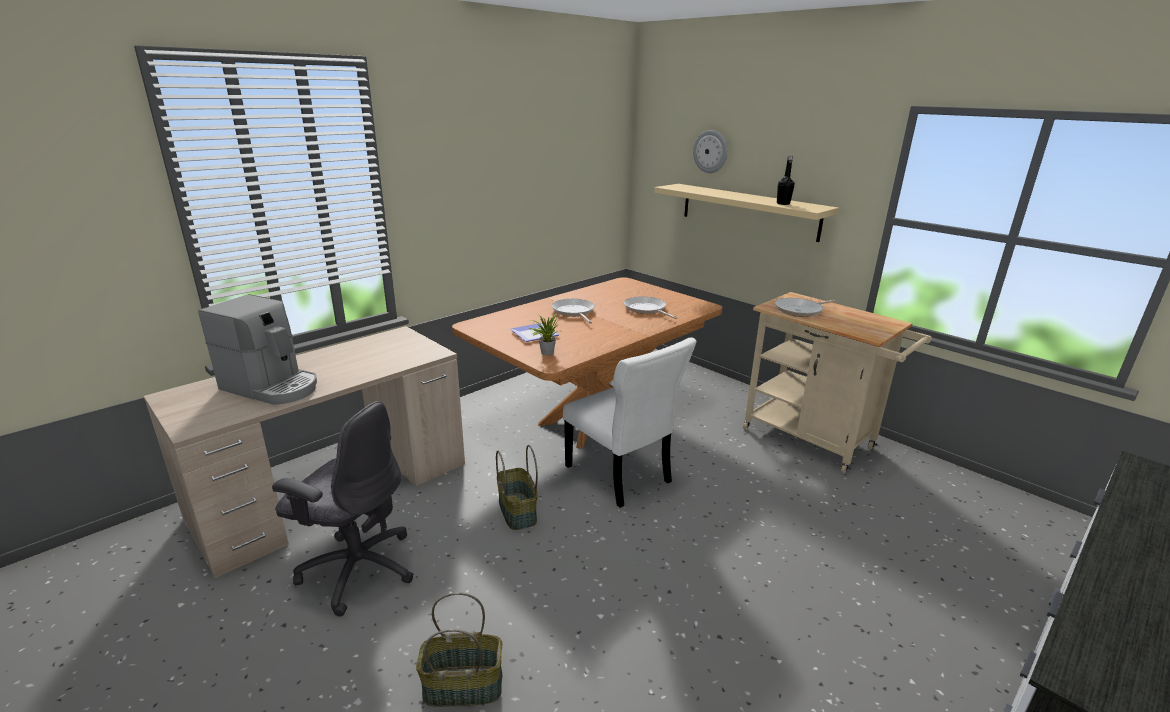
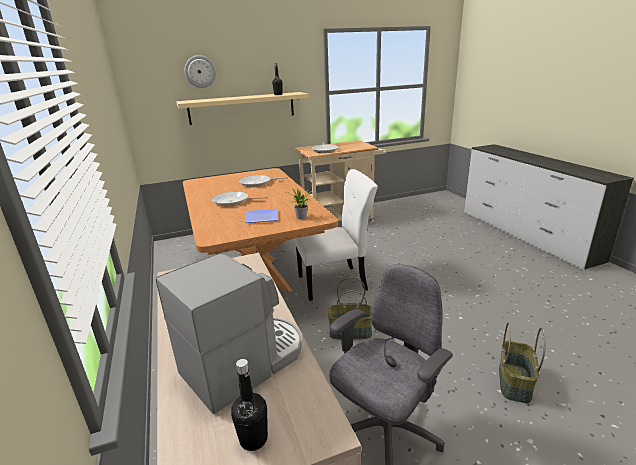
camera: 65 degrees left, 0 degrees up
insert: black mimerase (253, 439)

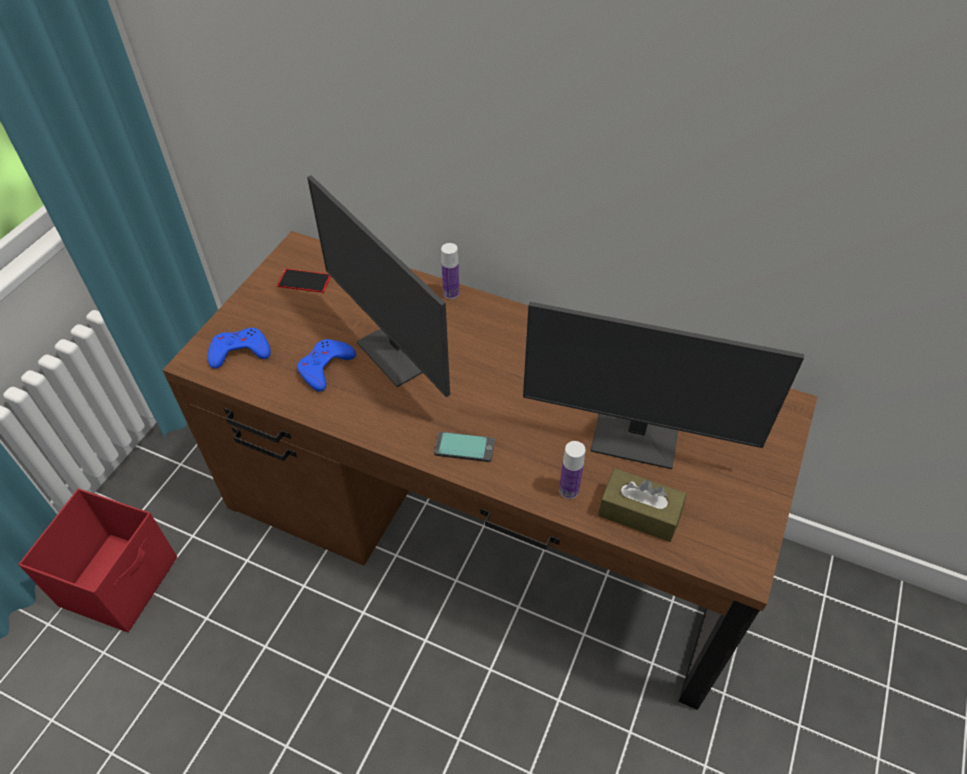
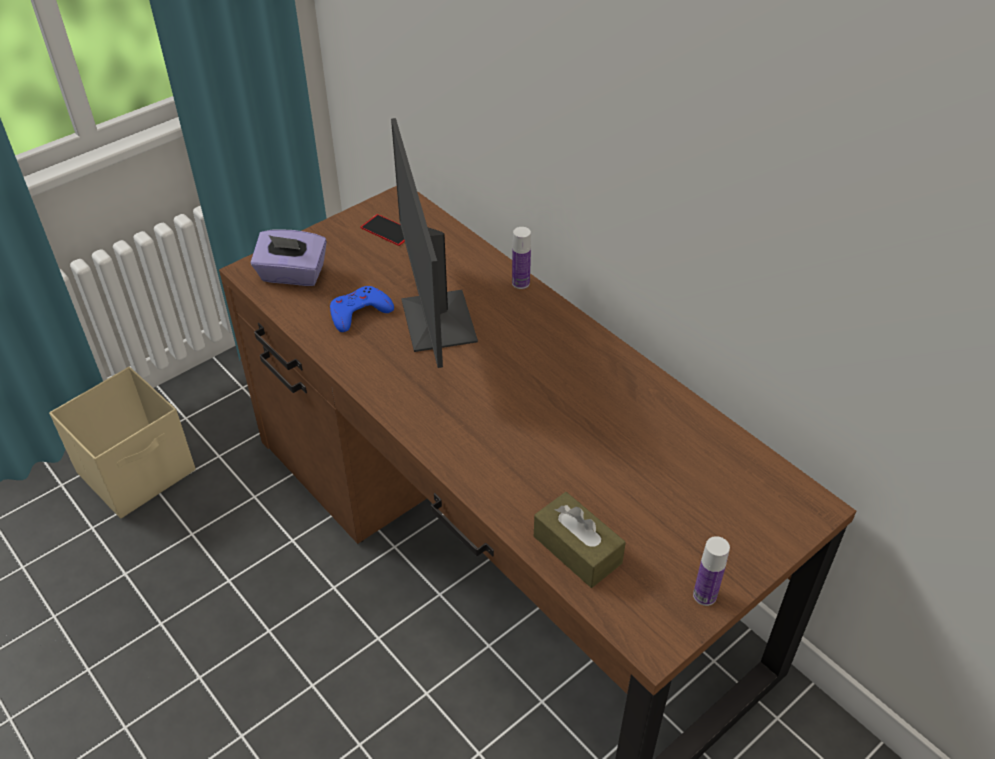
camera: 25 degrees right, 5 degrees down
delete: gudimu (464, 447); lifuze (635, 437)
move: mimerase (569, 490) to (704, 595)
replace: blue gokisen (239, 352) to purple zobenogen (292, 275)
recolor: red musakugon (121, 581) to beige musakugon (138, 472)

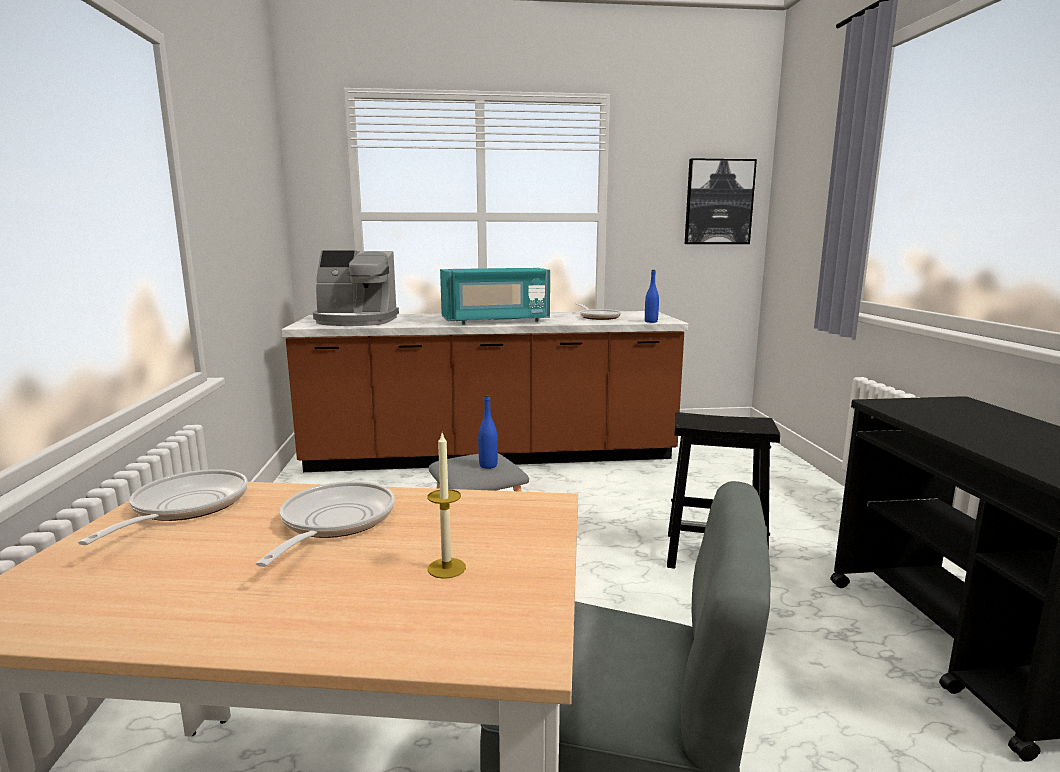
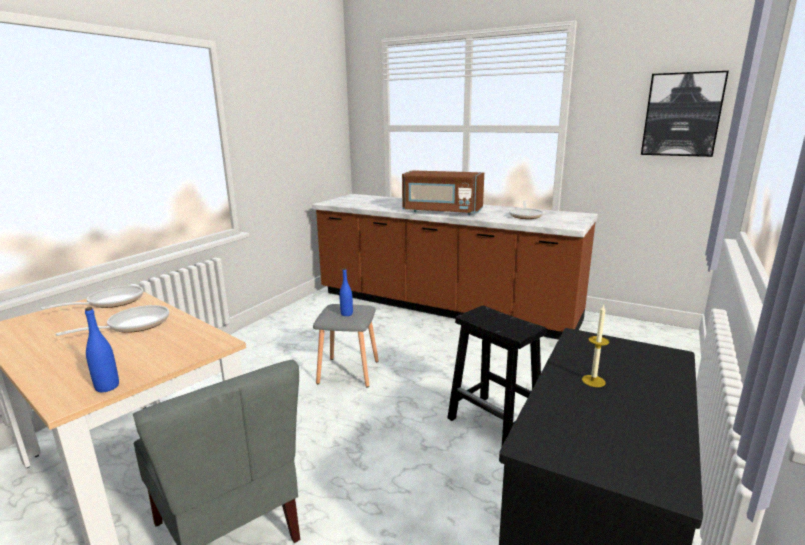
camera: 35 degrees right, 5 degrees up
delete: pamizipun (356, 321)
move: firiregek (446, 568) to (593, 381); blue mimerase (651, 321) to (107, 387)
recolor: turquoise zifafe (496, 321) to brown zifafe (442, 211)

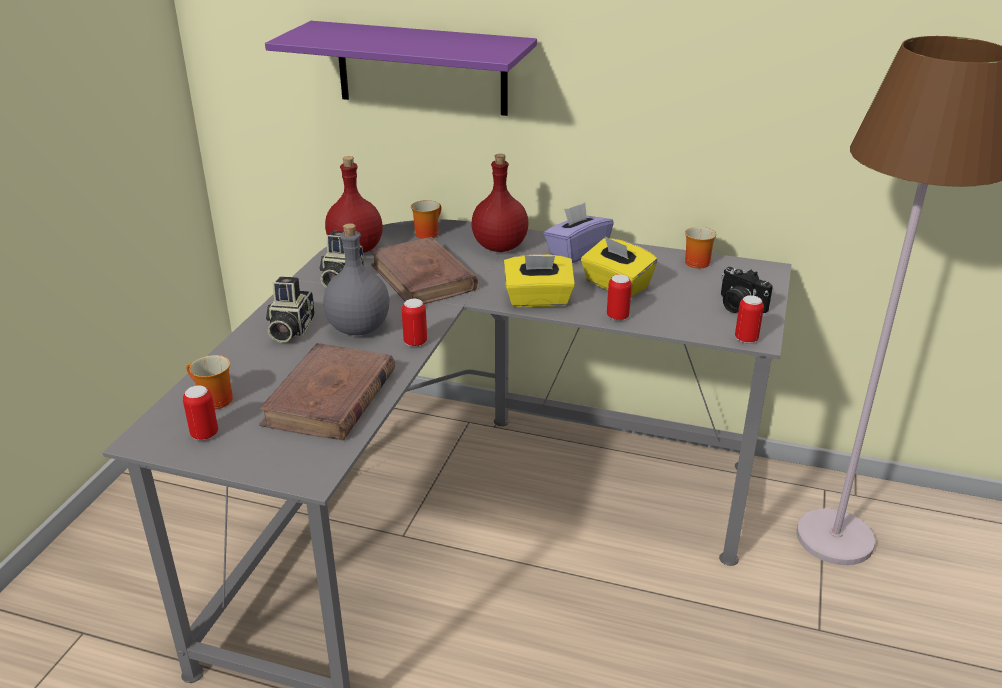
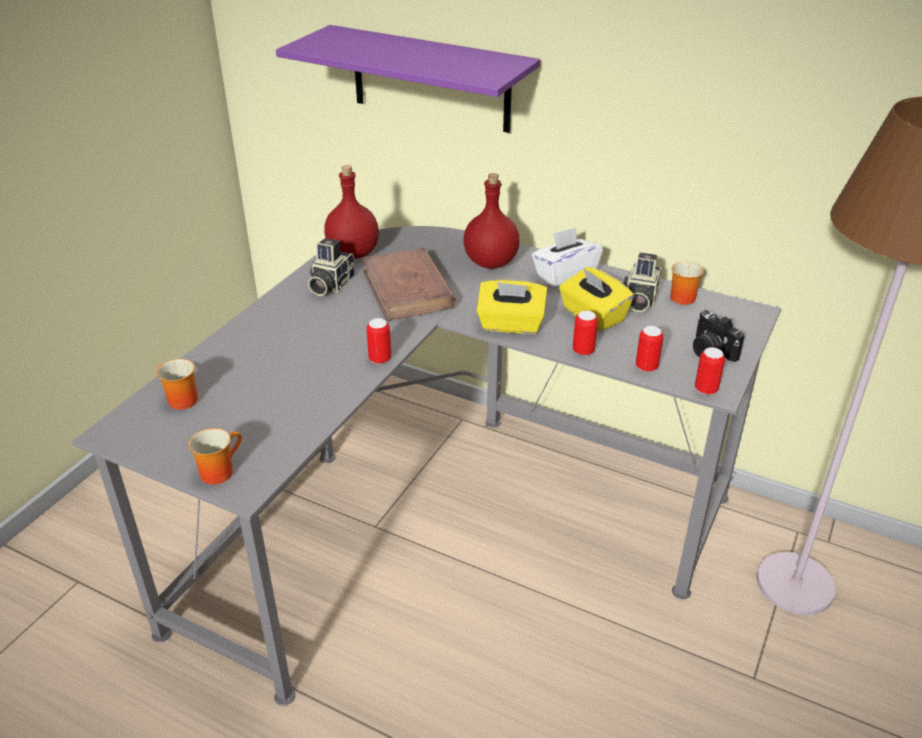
camera: 10 degrees right, 5 degrees up
delete: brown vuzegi (330, 398); grey mimerase (358, 328)
move: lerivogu (204, 434) to (646, 367); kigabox (289, 329) to (639, 300); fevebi (427, 233) to (218, 470)
recolor: purple zobenogen (577, 252) to white zobenogen (564, 275)

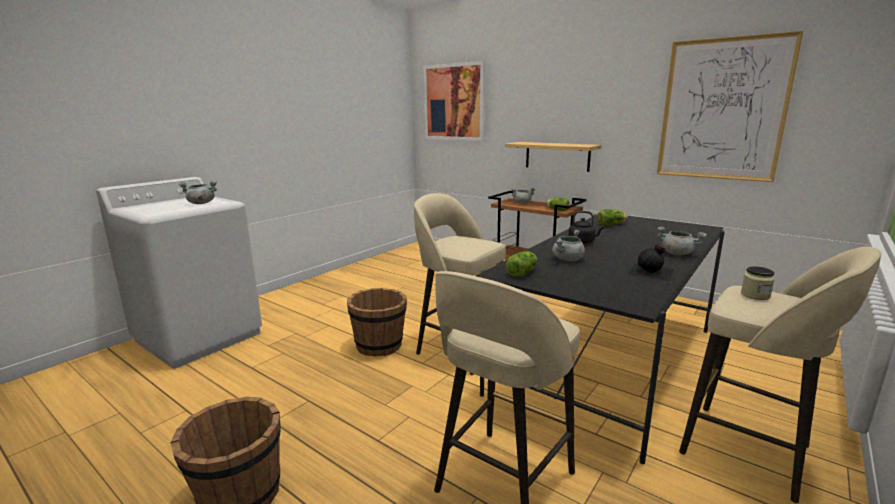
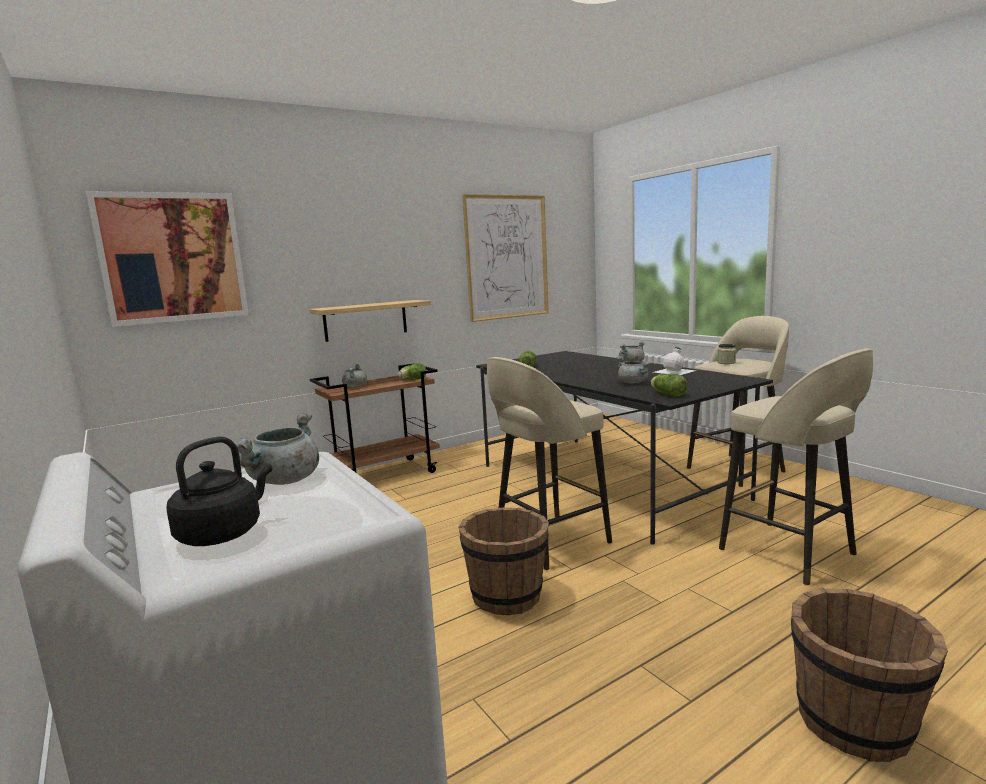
camera: 70 degrees left, 5 degrees down
move: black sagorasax (583, 242) to (224, 533)
recolor: black mimerase (651, 272) to white mimerase (675, 371)

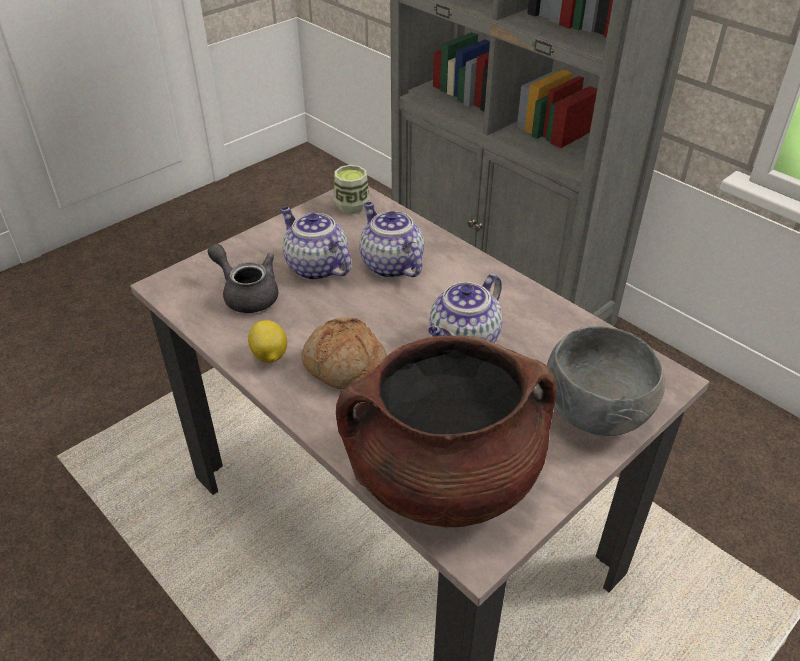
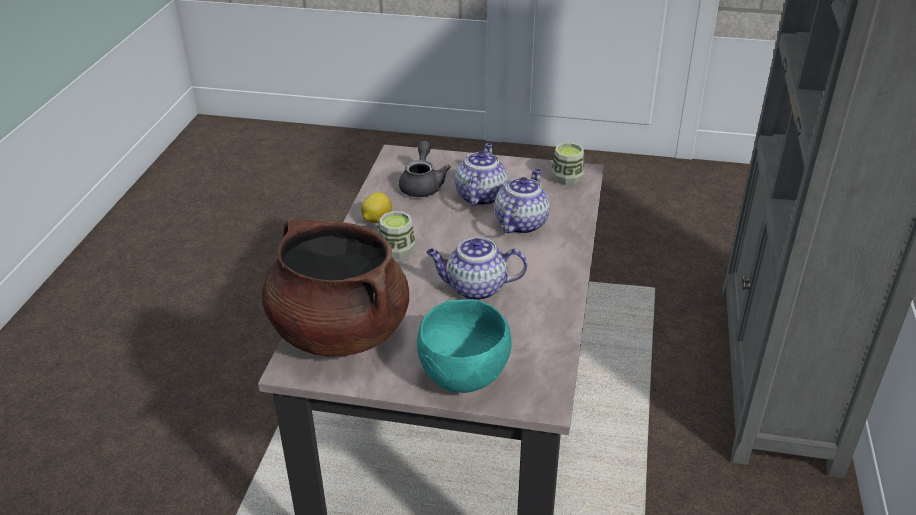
camera: 55 degrees right, 5 degrees down
replace: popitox (344, 366) to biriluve (397, 250)
recolor: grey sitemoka (594, 413) to turquoise sitemoka (464, 376)

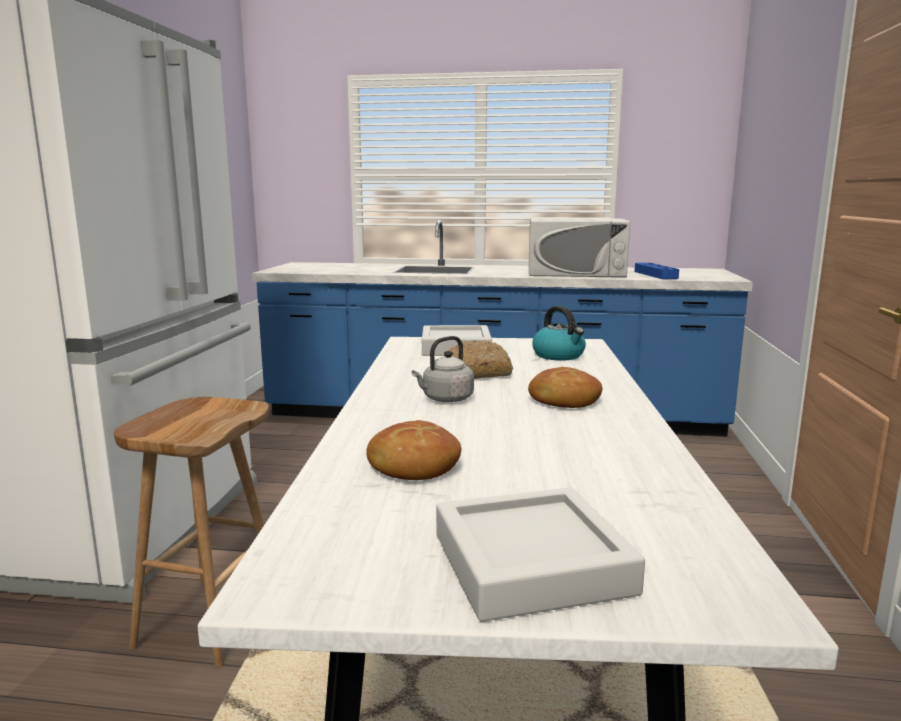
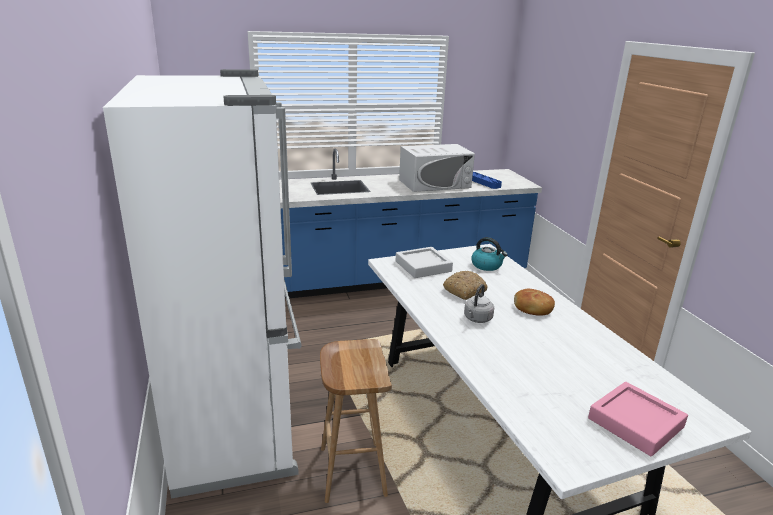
camera: 25 degrees left, 10 degrees up
delete: popitox (413, 466)
recolor: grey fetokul (531, 563) to pink fetokul (635, 423)

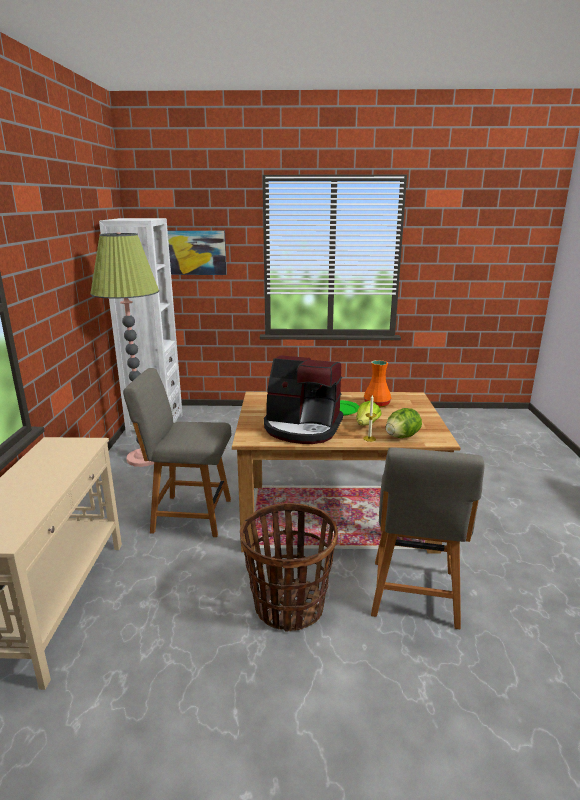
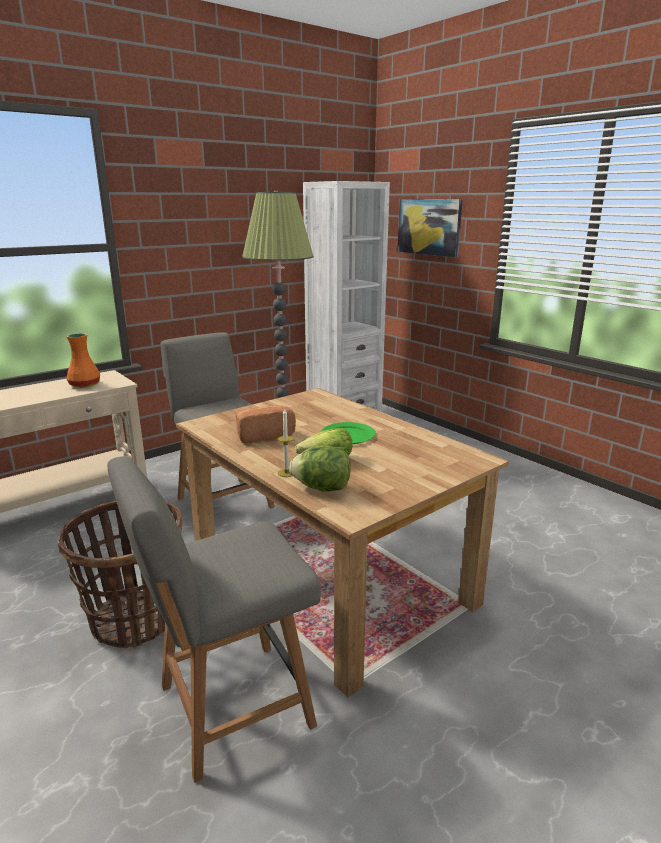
camera: 50 degrees right, 0 degrees up
move: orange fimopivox (376, 404) to (85, 385)
replace: pamizipun (302, 428) to popitox (264, 435)

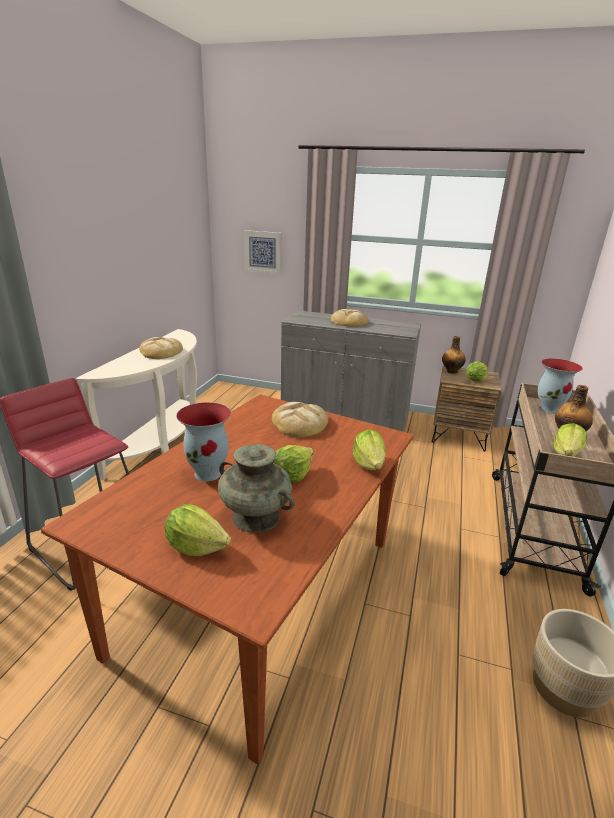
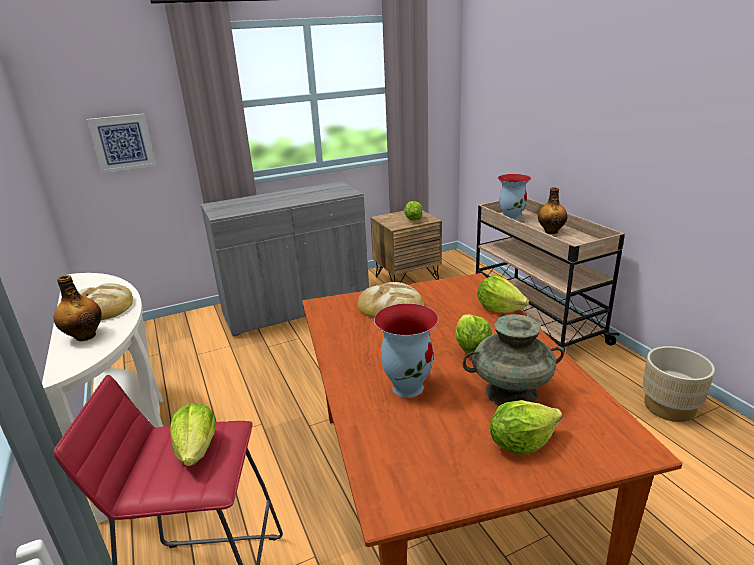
camera: 40 degrees left, 0 degrees up
delete: popitox (348, 321)
move: mimerase (451, 371) to (85, 336); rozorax (566, 453) to (197, 450)

